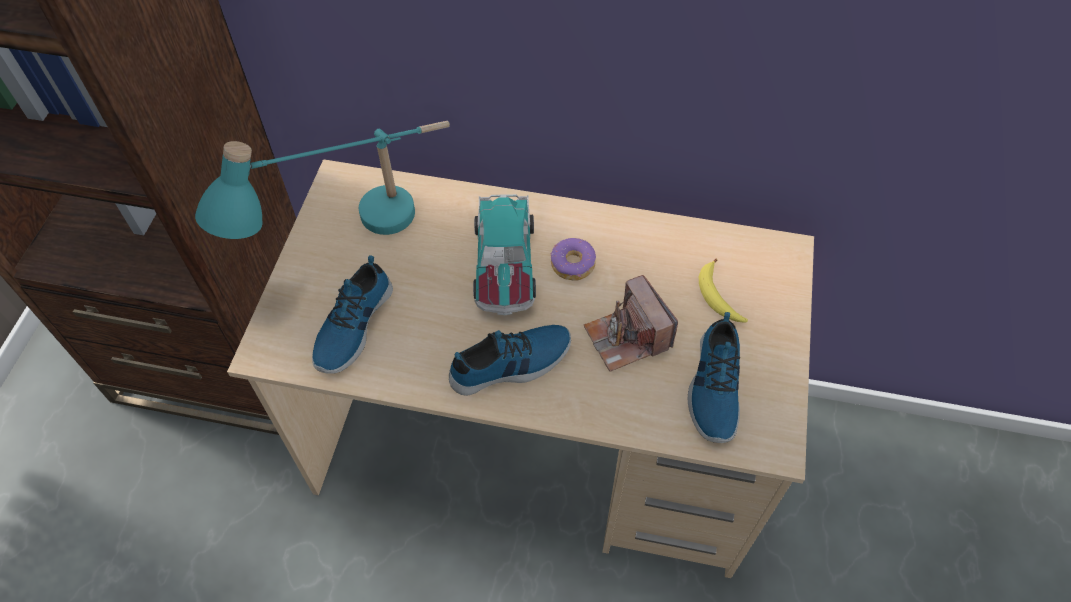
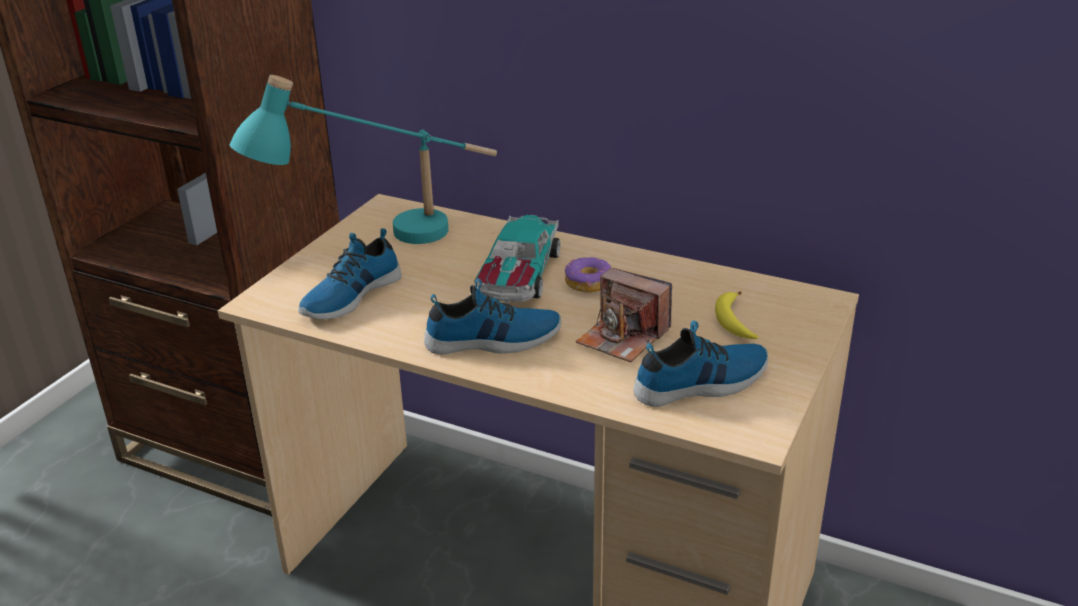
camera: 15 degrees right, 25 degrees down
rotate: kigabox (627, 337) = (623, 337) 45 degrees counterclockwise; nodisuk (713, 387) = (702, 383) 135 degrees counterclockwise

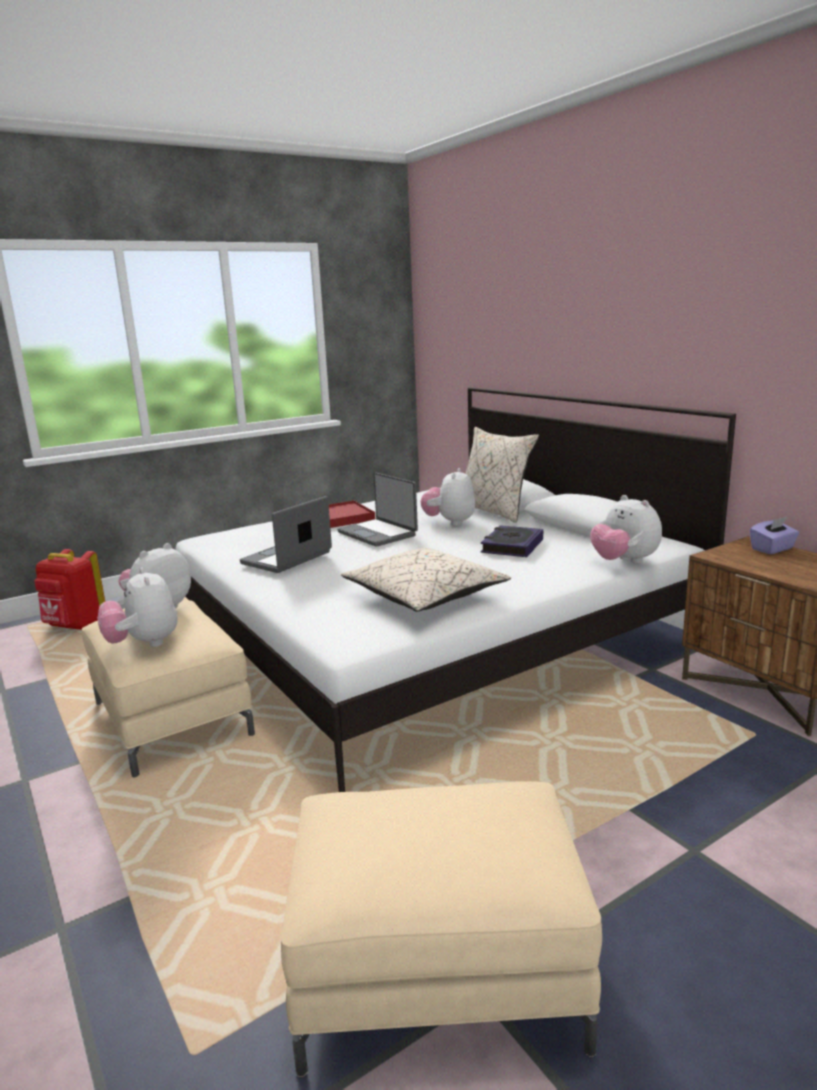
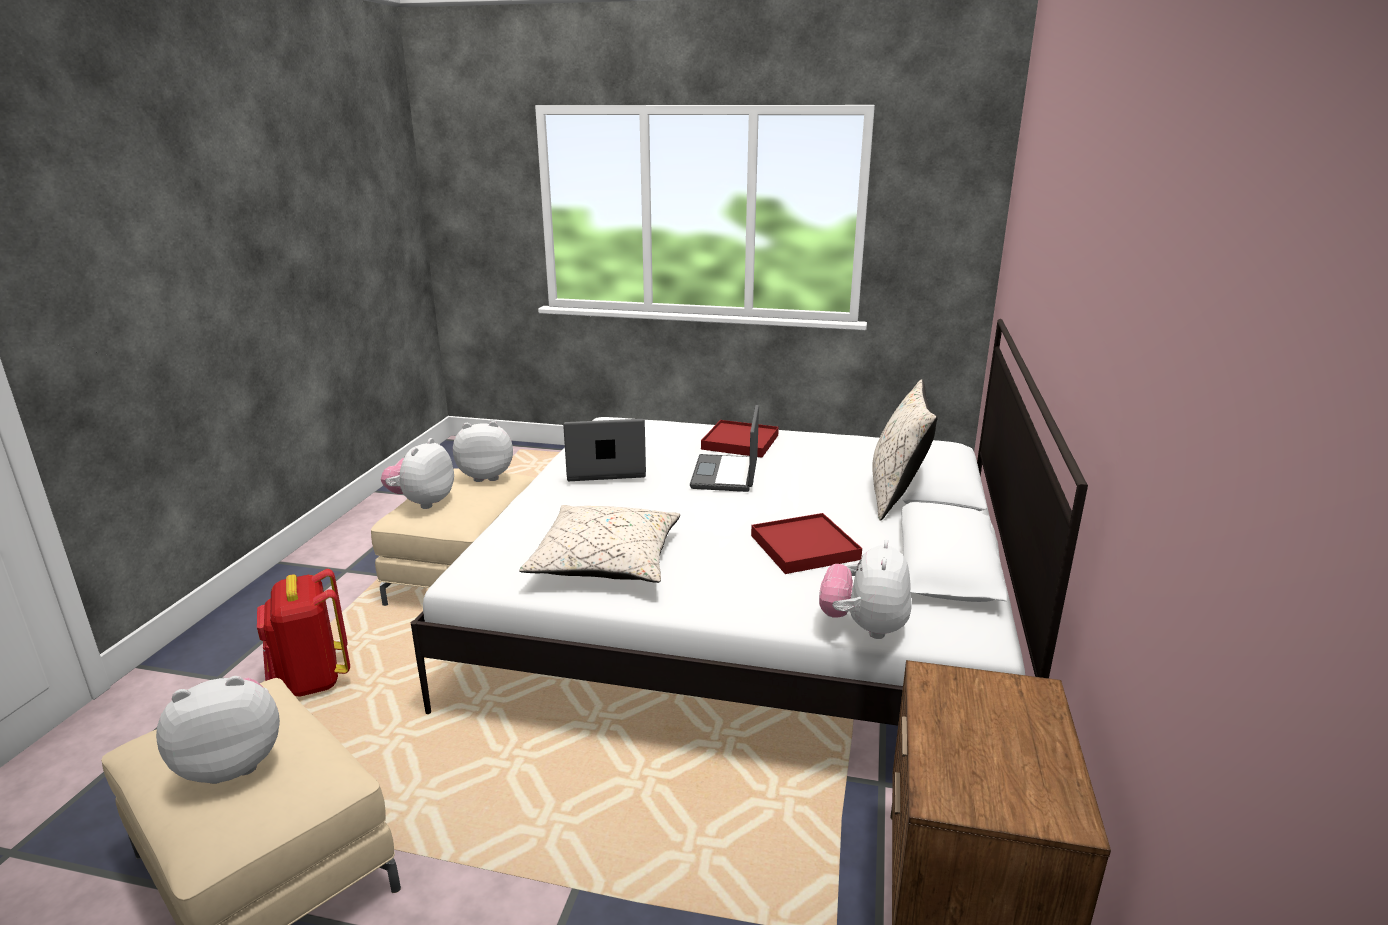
camera: 45 degrees right, 5 degrees up
delete: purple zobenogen (772, 549)
move: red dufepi (75, 626) to (312, 679); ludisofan (450, 522) to (232, 763)
replace: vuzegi (512, 546) to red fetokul (804, 547)

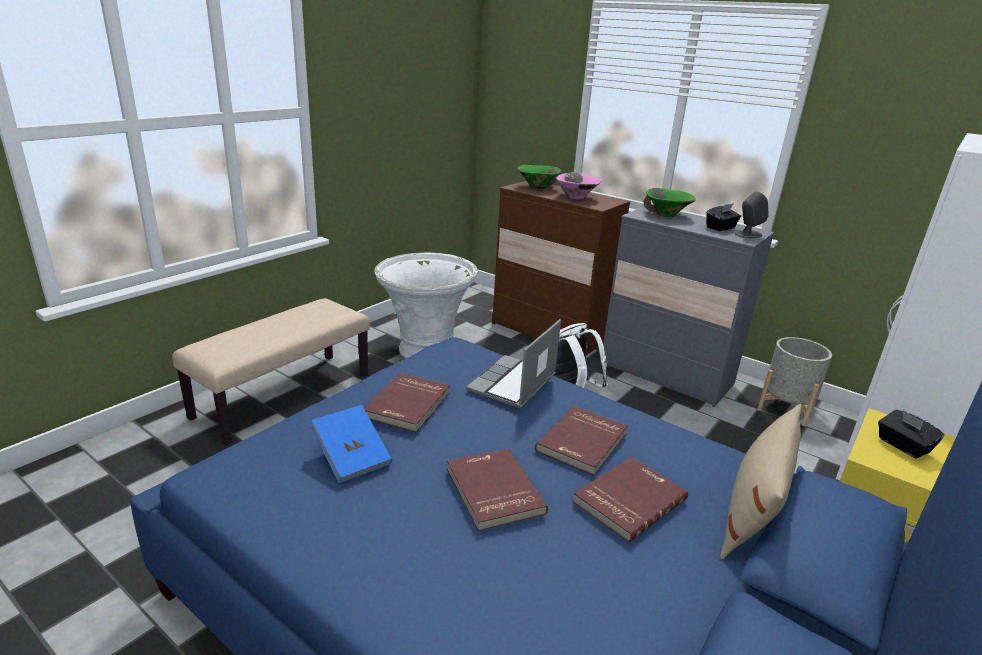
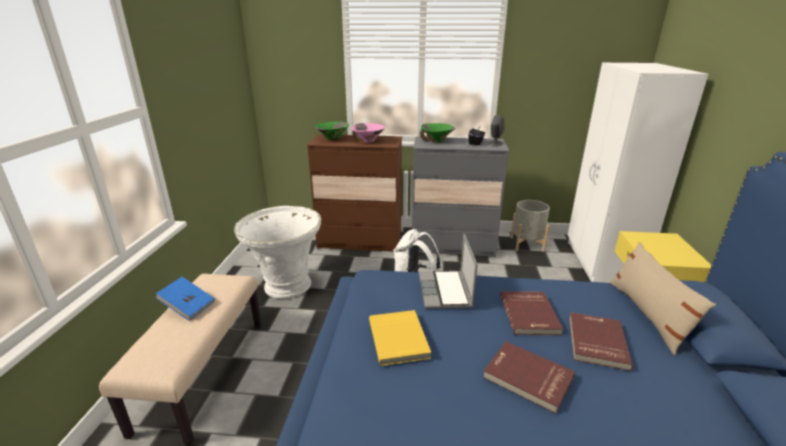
camera: 30 degrees left, 0 degrees up
delete: black zobenogen (902, 446)
move: blue vuzegi (352, 458) to (188, 307)
recolor: red vuzegi (408, 405) to yellow vuzegi (400, 339)

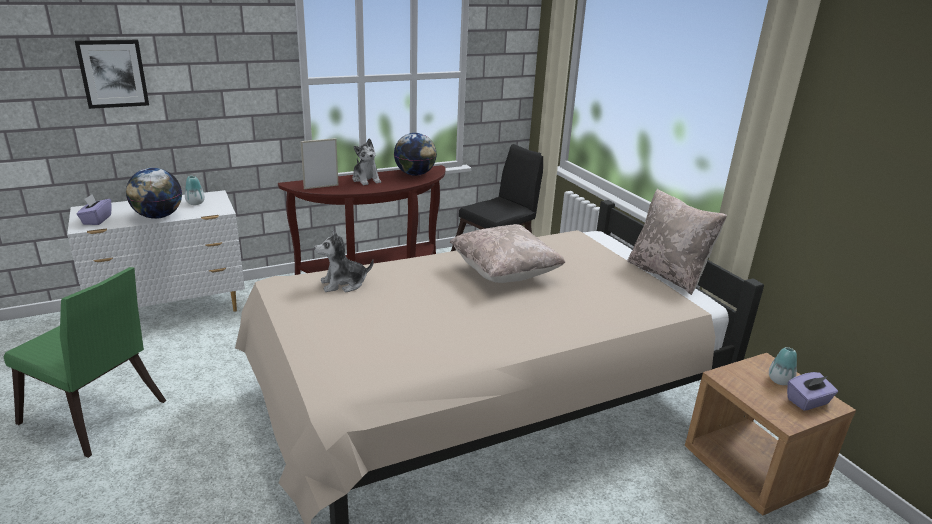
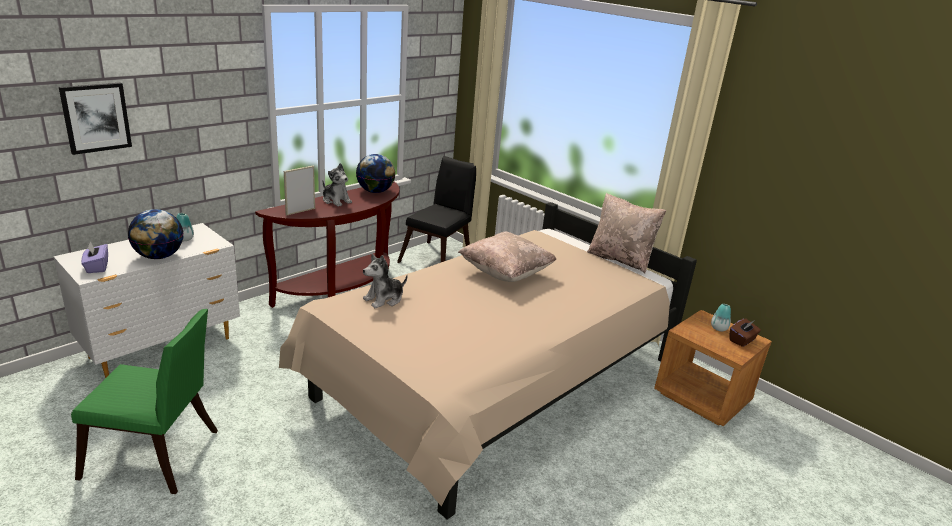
camera: 20 degrees left, 0 degrees up
recolor: purple zobenogen (808, 402) to brown zobenogen (742, 340)

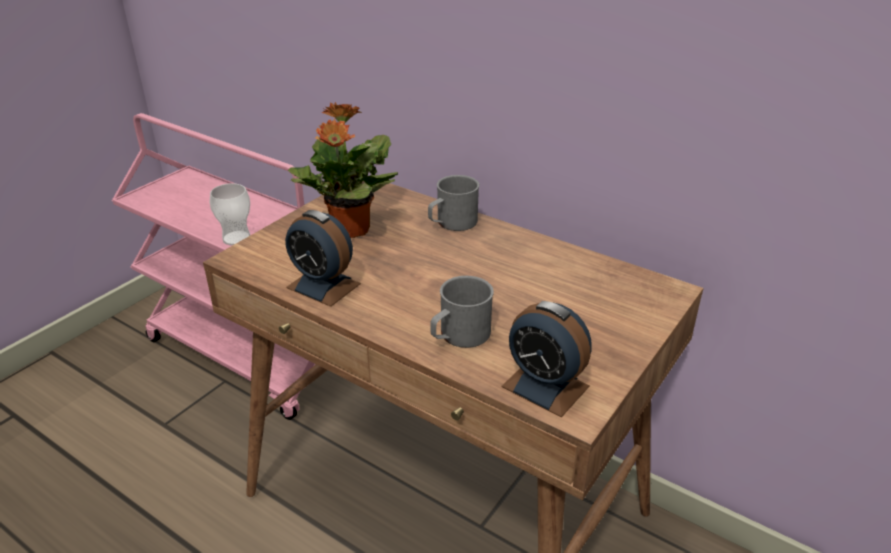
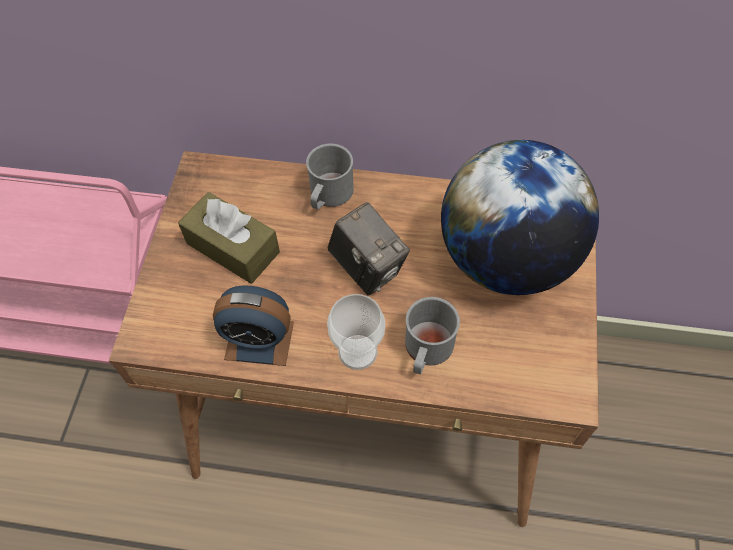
camera: 25 degrees left, 25 degrees up
delete: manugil (545, 386)
insert: kigabox (367, 268); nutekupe (506, 259)
move: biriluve (236, 238) to (357, 352)
replace: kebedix (350, 230) to brown zobenogen (233, 247)

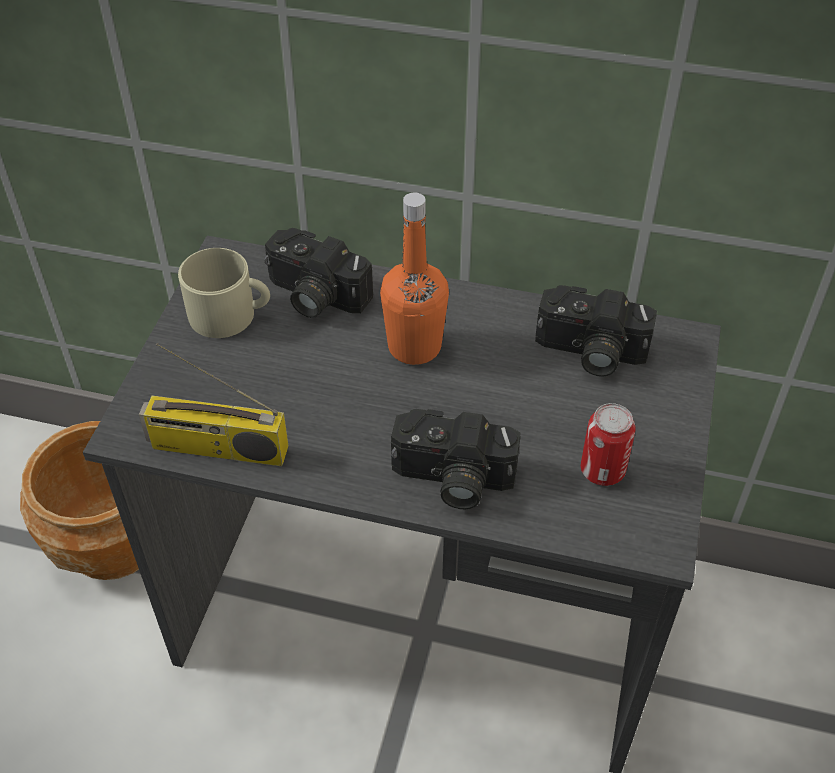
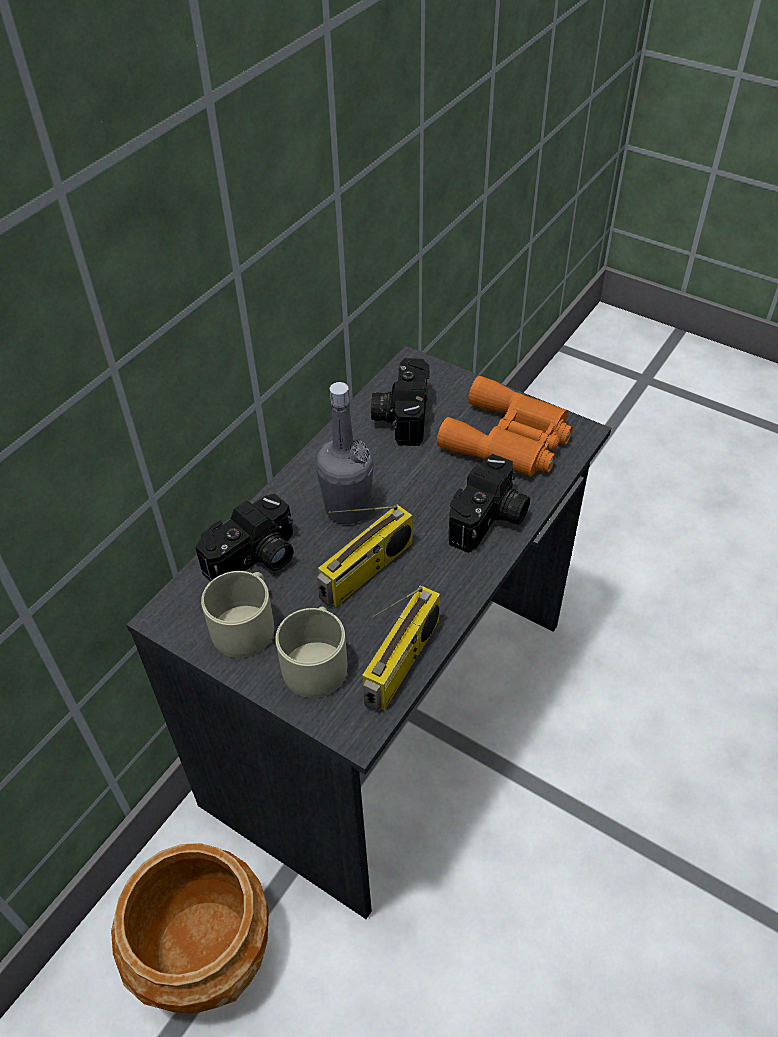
camera: 70 degrees left, 0 degrees up
insert: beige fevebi (317, 661); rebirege (367, 571)
replace: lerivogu (602, 470) to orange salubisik (510, 440)
recolor: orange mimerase (414, 346) to grey mimerase (348, 508)
rotate: kigabox (589, 352) = (400, 414) 150 degrees clockwise

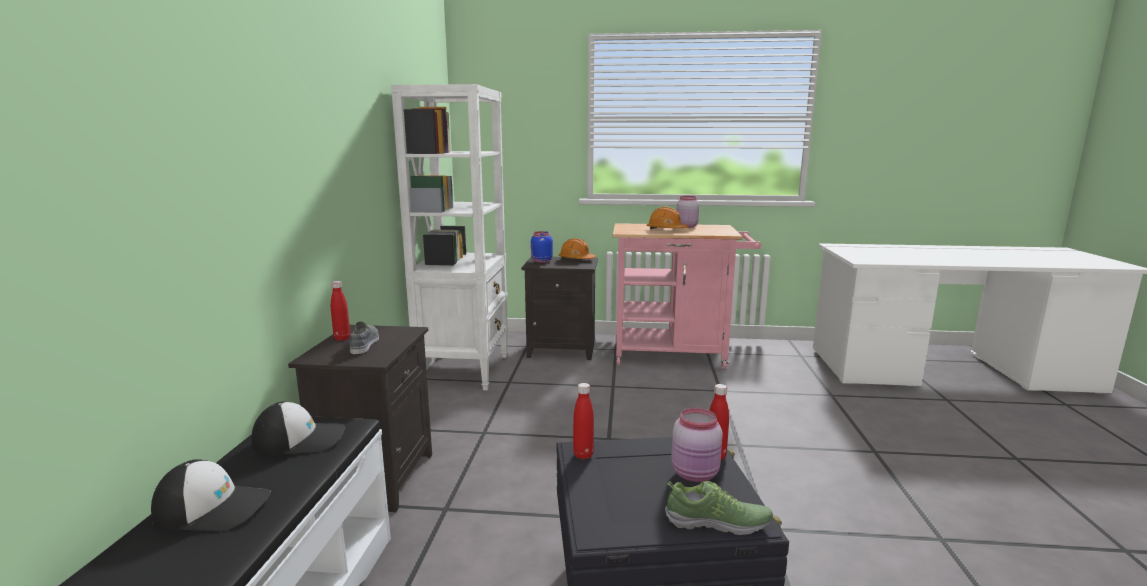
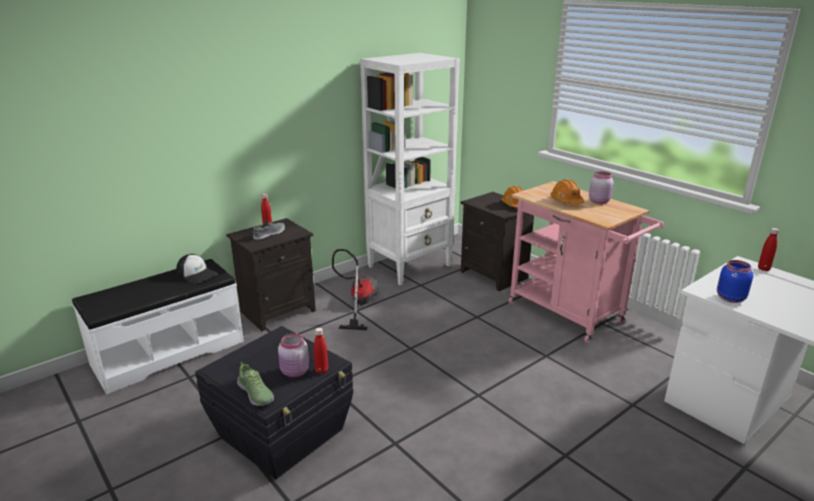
camera: 45 degrees right, 10 degrees up
delete: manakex (213, 508)
insert: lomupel (358, 304)
move: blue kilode (541, 261) to (729, 298); red mimerase (583, 455) to (763, 269)

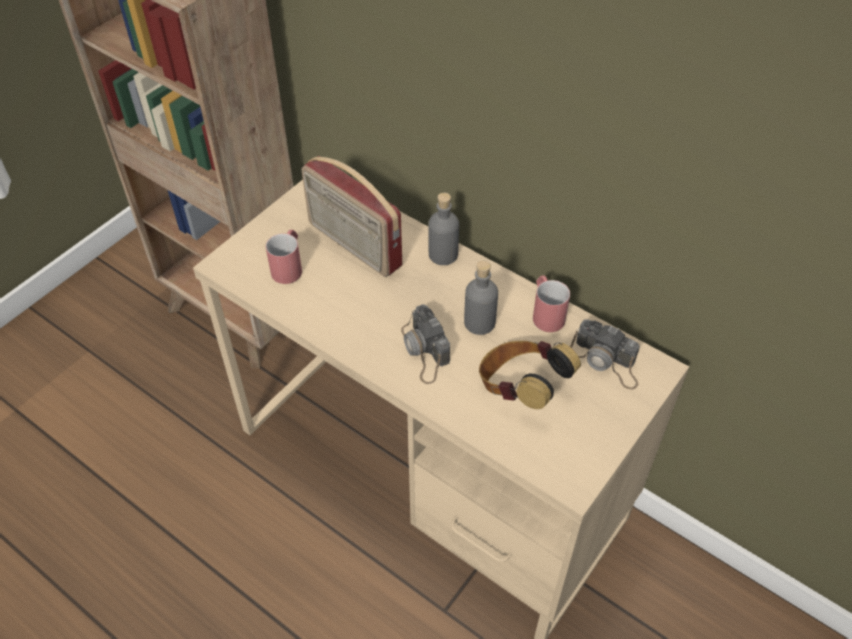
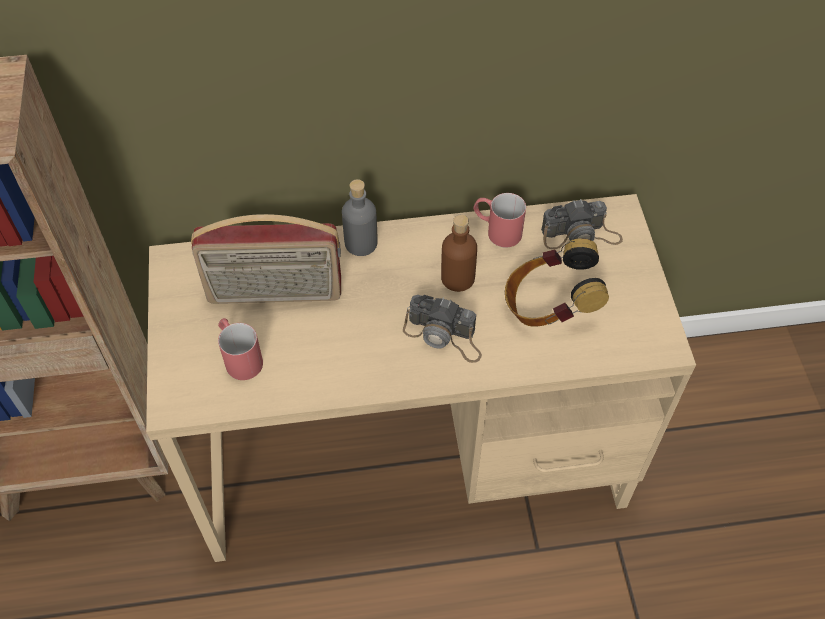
camera: 45 degrees left, 5 degrees up
recolor: grey mimerase (479, 322) to brown mimerase (457, 278)

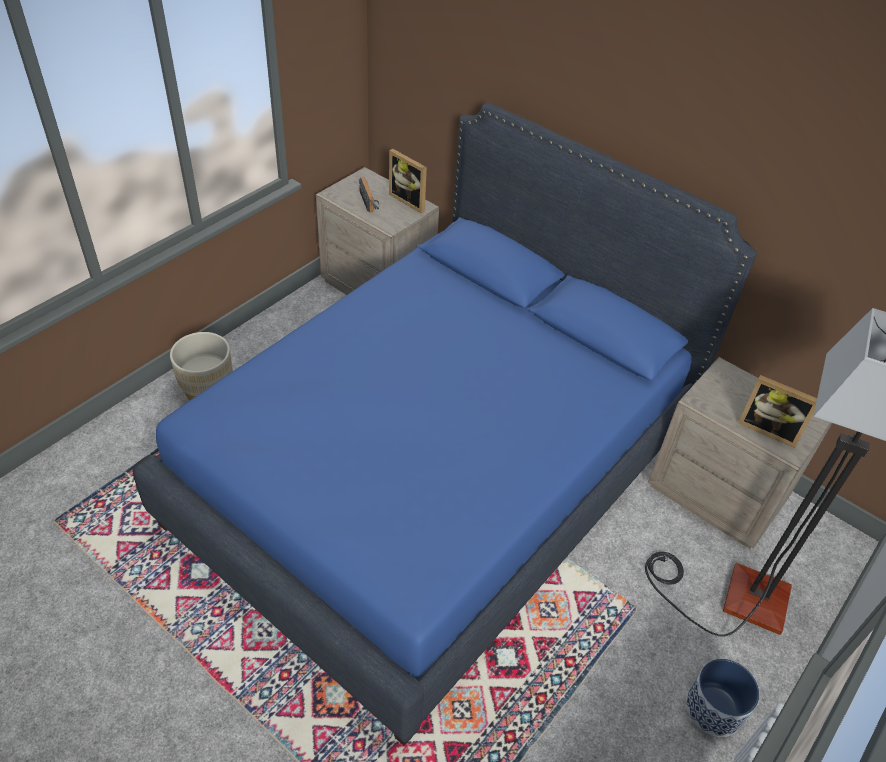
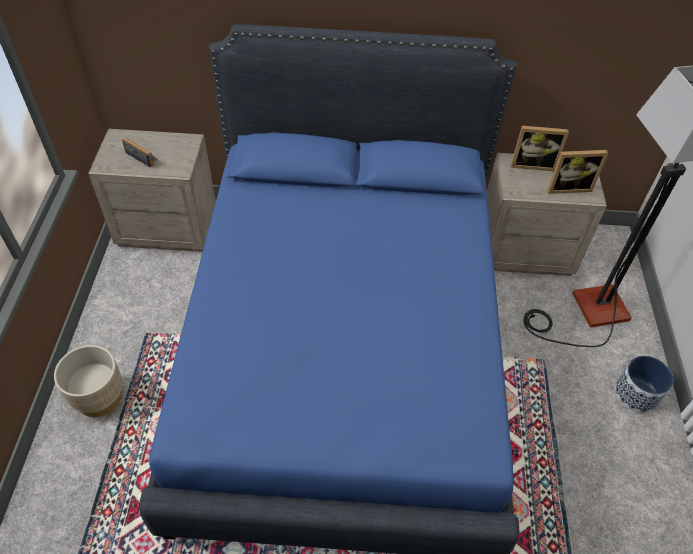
camera: 35 degrees left, 5 degrees up
move: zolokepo (410, 200) to (532, 164)

